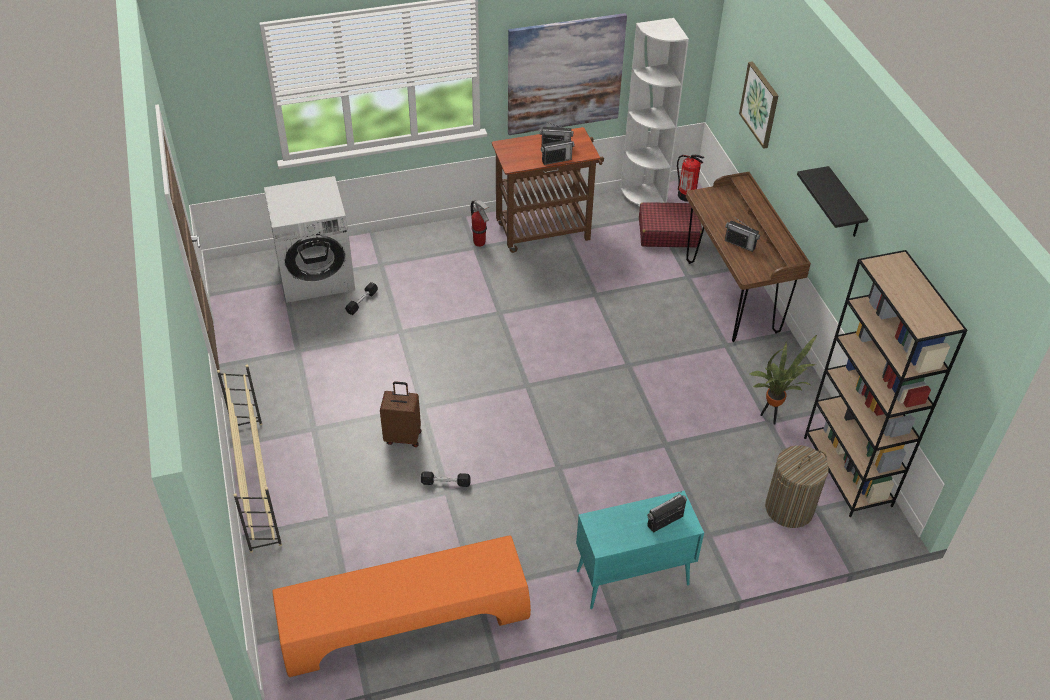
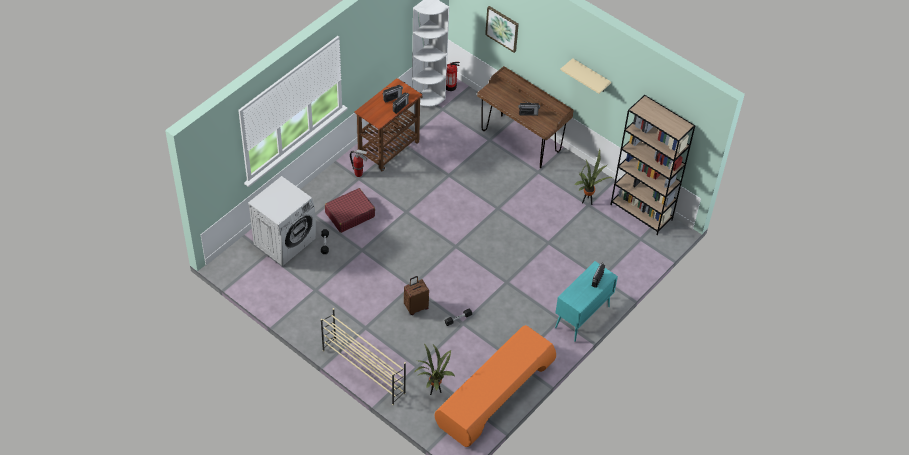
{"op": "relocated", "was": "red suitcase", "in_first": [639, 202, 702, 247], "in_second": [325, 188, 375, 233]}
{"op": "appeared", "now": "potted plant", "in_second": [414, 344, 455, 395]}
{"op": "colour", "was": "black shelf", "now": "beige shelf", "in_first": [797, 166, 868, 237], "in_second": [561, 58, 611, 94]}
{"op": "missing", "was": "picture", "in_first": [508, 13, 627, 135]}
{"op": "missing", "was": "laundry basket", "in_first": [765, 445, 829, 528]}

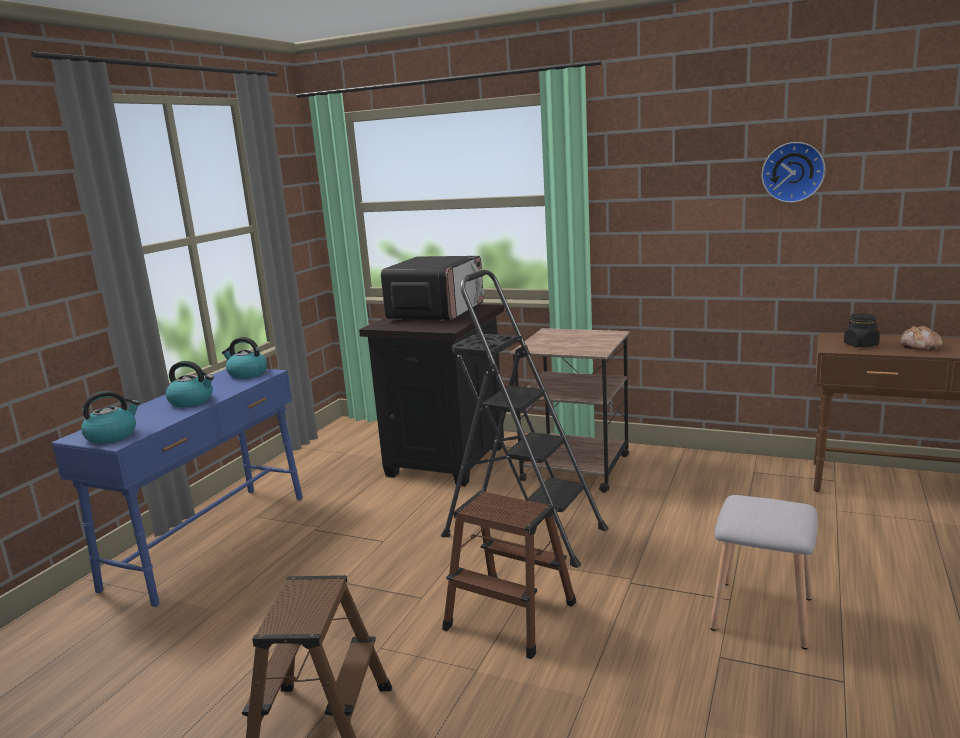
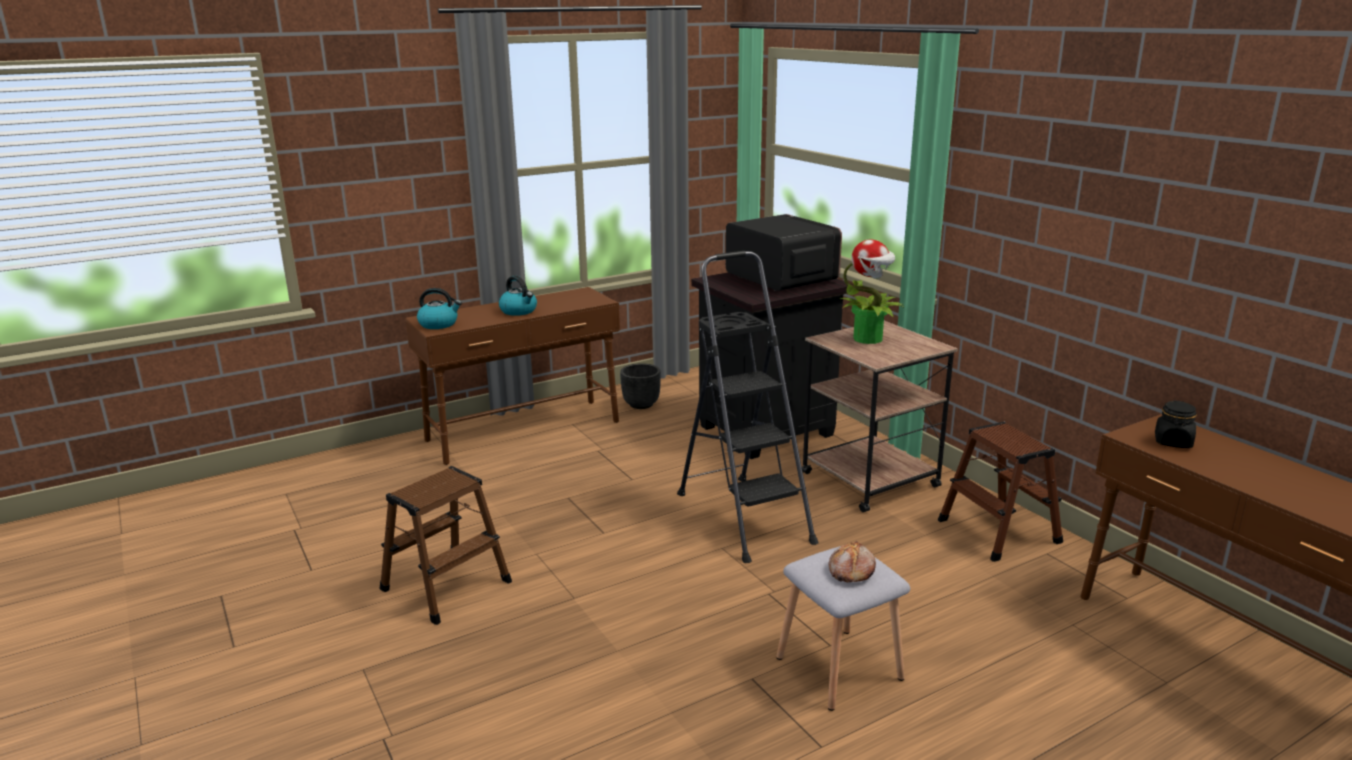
{"op": "colour", "was": "blue console table", "now": "brown console table", "in_first": [52, 369, 303, 607], "in_second": [405, 287, 620, 465]}
{"op": "appeared", "now": "black planter", "in_second": [620, 363, 661, 409]}
{"op": "spun", "was": "microwave", "in_first": [381, 256, 484, 321], "in_second": [726, 214, 842, 291], "clockwise": -90}
{"op": "relocated", "was": "bread", "in_first": [901, 325, 943, 351], "in_second": [828, 541, 876, 582]}
{"op": "appeared", "now": "potted plant", "in_second": [840, 239, 904, 344]}
{"op": "relocated", "was": "brown step ladder", "in_first": [442, 490, 576, 659], "in_second": [938, 422, 1063, 562]}
{"op": "missing", "was": "kettle", "in_first": [222, 337, 267, 379]}
{"op": "missing", "was": "wall clock", "in_first": [762, 142, 825, 203]}

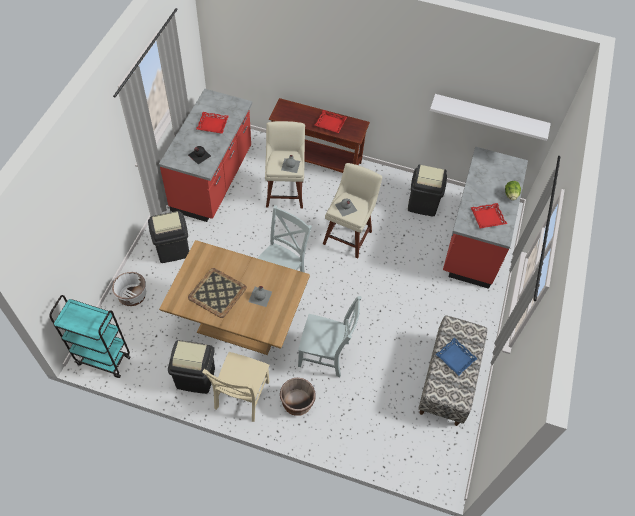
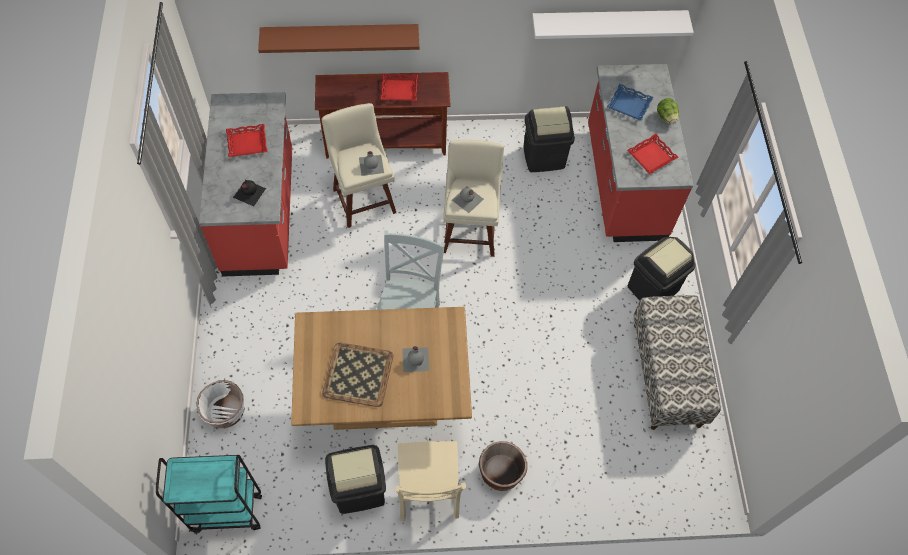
{"op": "appeared", "now": "brown shelf", "in_second": [258, 24, 420, 53]}
{"op": "relocated", "was": "blue tray", "in_first": [436, 337, 478, 376], "in_second": [607, 84, 654, 121]}
{"op": "relocated", "was": "black trash can", "in_first": [148, 211, 189, 263], "in_second": [628, 237, 696, 300]}
{"op": "missing", "was": "grey chair", "in_first": [298, 296, 361, 378]}

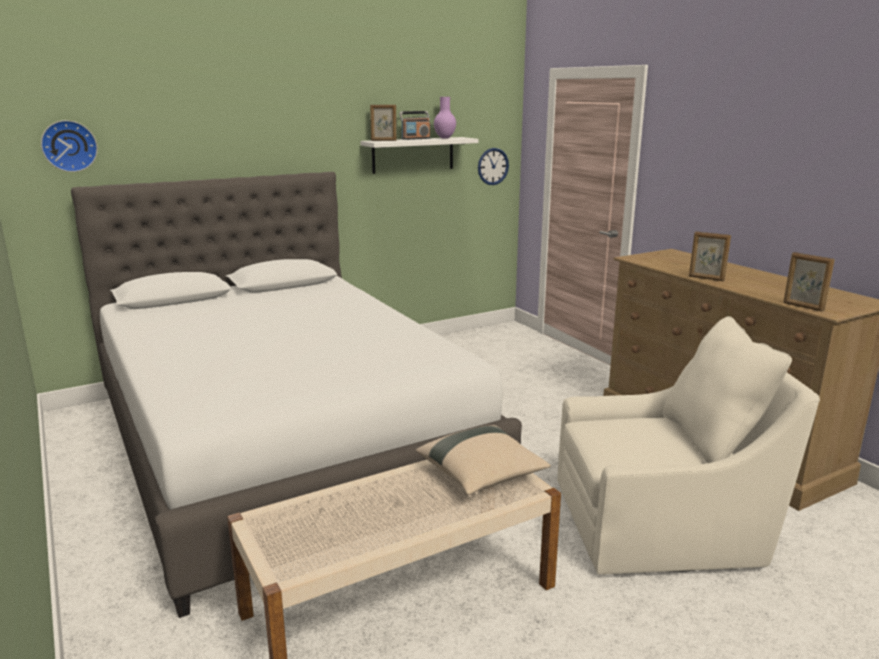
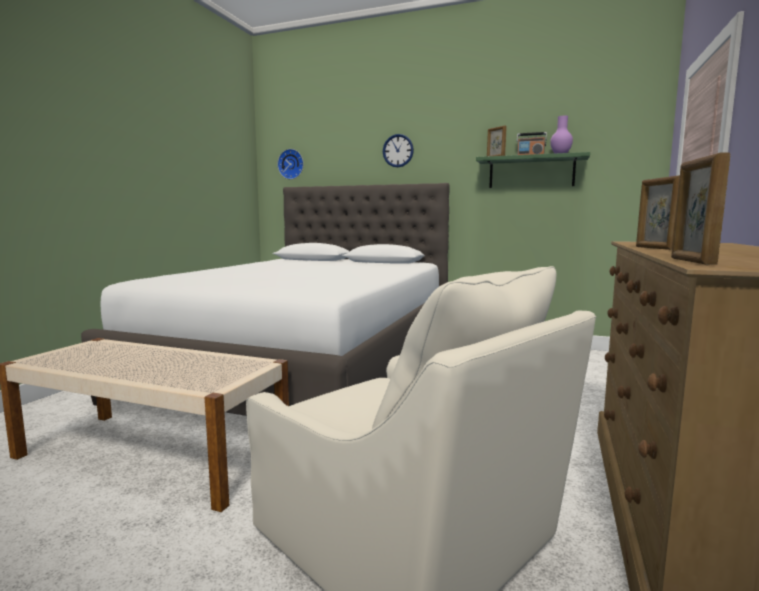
{"op": "relocated", "was": "wall clock", "in_first": [478, 148, 509, 185], "in_second": [383, 134, 414, 167]}
{"op": "colour", "was": "white shelf", "now": "green shelf", "in_first": [360, 137, 478, 174], "in_second": [476, 152, 590, 188]}
{"op": "missing", "was": "beige pillow", "in_first": [416, 425, 551, 495]}

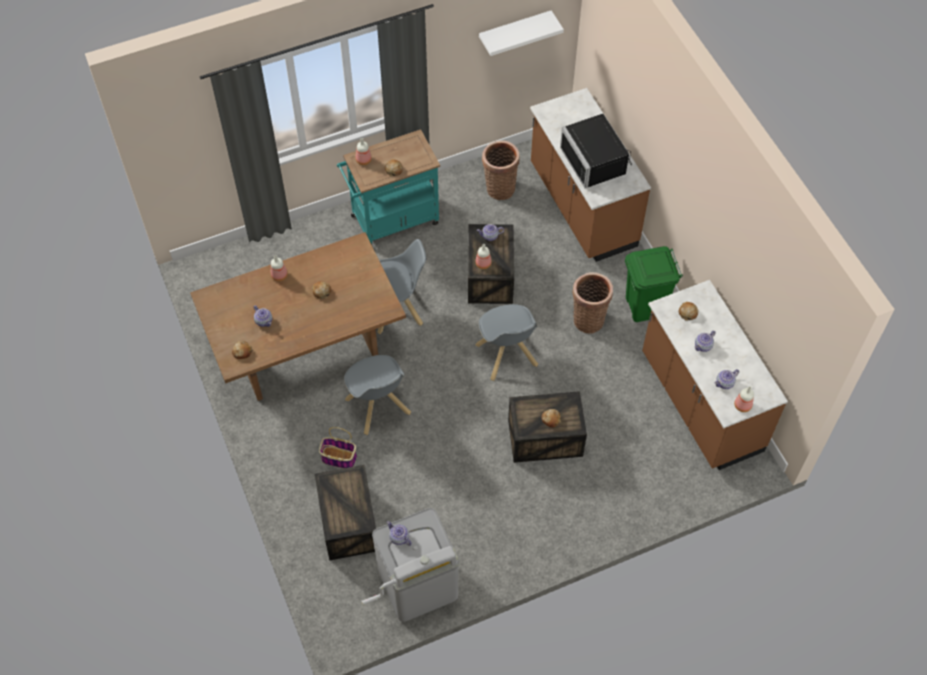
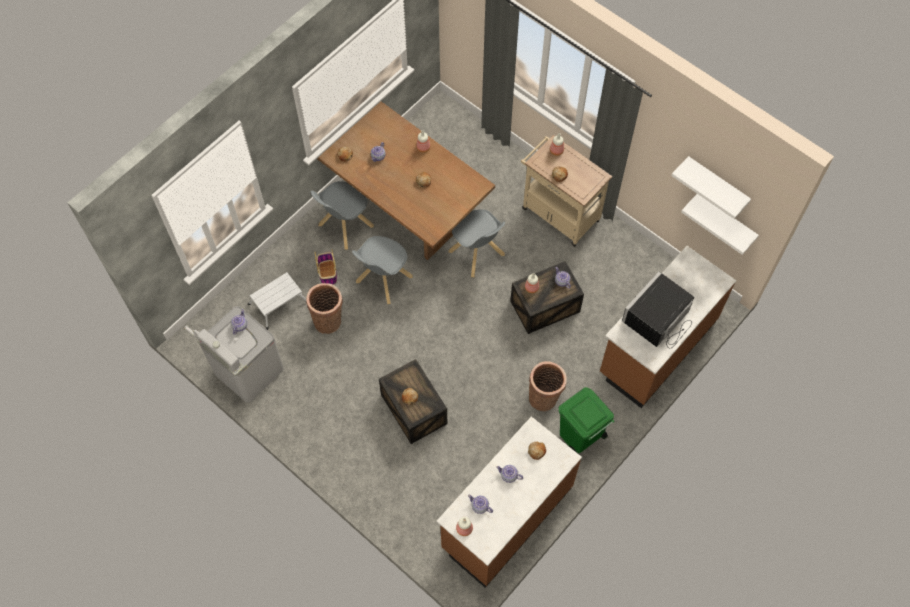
{"op": "exchanged", "was": "crate", "now": "white step ladder", "in_first": [315, 465, 376, 560], "in_second": [247, 272, 306, 330]}
{"op": "relocated", "was": "basket", "in_first": [482, 140, 520, 200], "in_second": [306, 283, 343, 334]}
{"op": "relocated", "was": "grey chair", "in_first": [475, 304, 538, 381], "in_second": [310, 181, 374, 250]}
{"op": "colour", "was": "turquoise cart", "now": "beige cart", "in_first": [337, 129, 440, 245], "in_second": [521, 135, 613, 247]}
{"op": "appeared", "now": "white shelf", "in_second": [681, 194, 759, 255]}

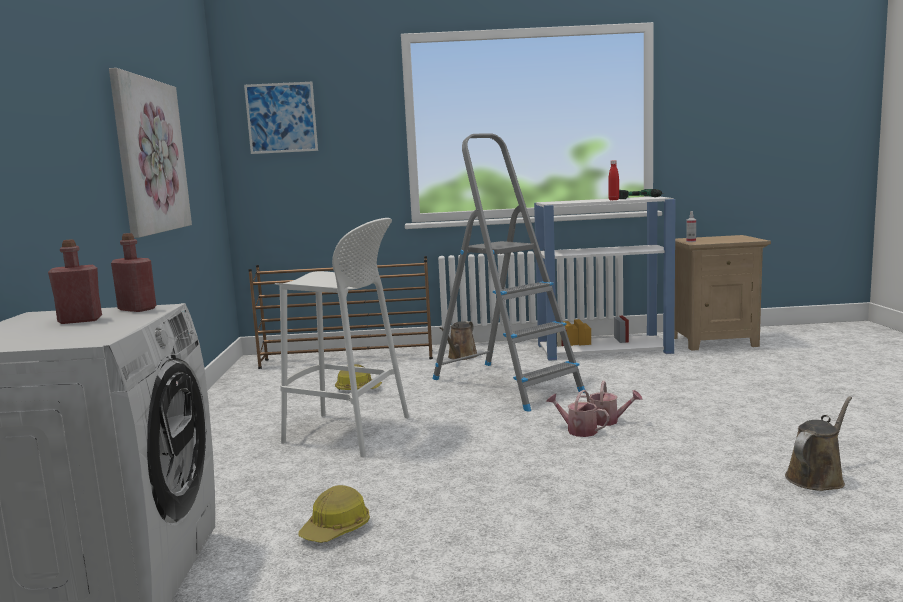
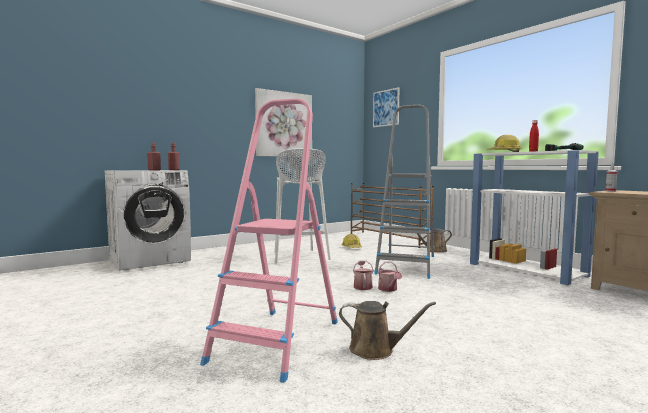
{"op": "appeared", "now": "pink step ladder", "in_second": [200, 98, 338, 383]}
{"op": "relocated", "was": "hard hat", "in_first": [298, 485, 370, 543], "in_second": [488, 135, 522, 152]}

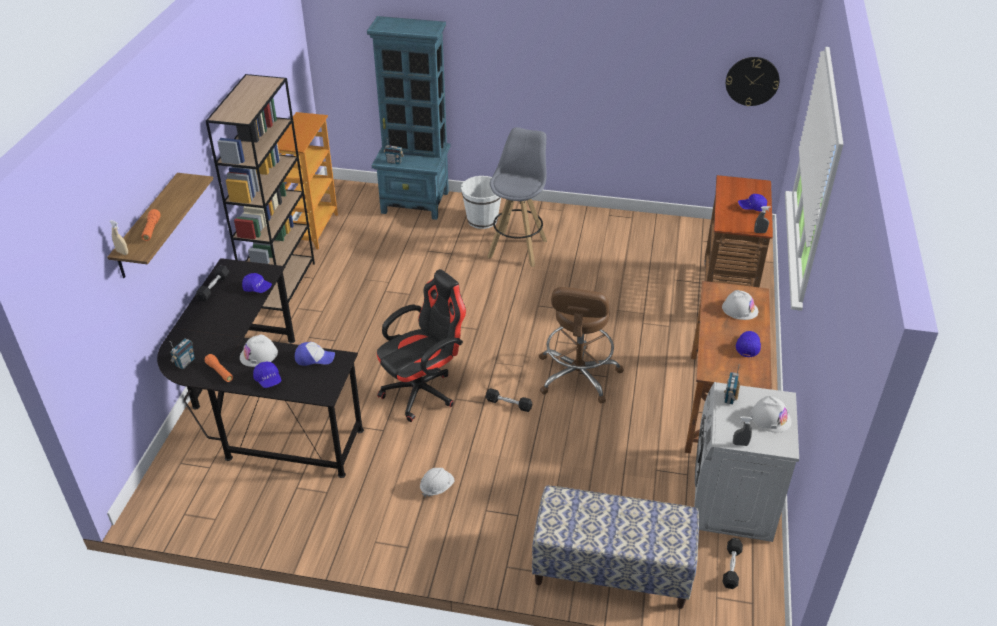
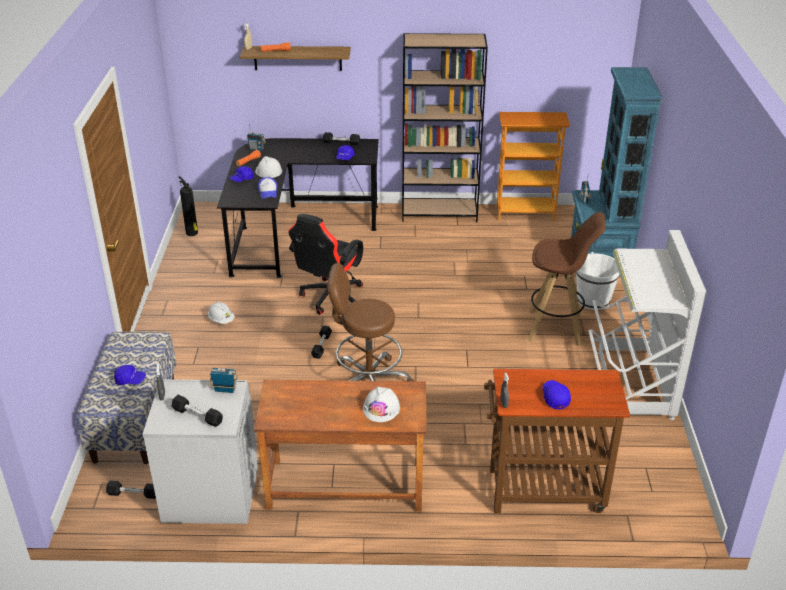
{"op": "relocated", "was": "blue cap", "in_first": [736, 331, 761, 357], "in_second": [114, 365, 146, 385]}
{"op": "exchanged", "was": "white hard hat", "now": "black dumbbell", "in_first": [750, 396, 791, 433], "in_second": [171, 395, 223, 427]}
{"op": "appeared", "now": "fire extinguisher", "in_second": [178, 176, 198, 236]}
{"op": "spun", "was": "black office chair", "in_first": [377, 269, 466, 422], "in_second": [288, 214, 363, 315], "clockwise": 75}
{"op": "colour", "was": "grey stool", "now": "brown stool", "in_first": [487, 127, 547, 267], "in_second": [528, 212, 606, 346]}
{"op": "appeared", "now": "white shoe rack", "in_second": [588, 230, 706, 420]}
{"op": "missing", "was": "wall clock", "in_first": [726, 57, 780, 106]}

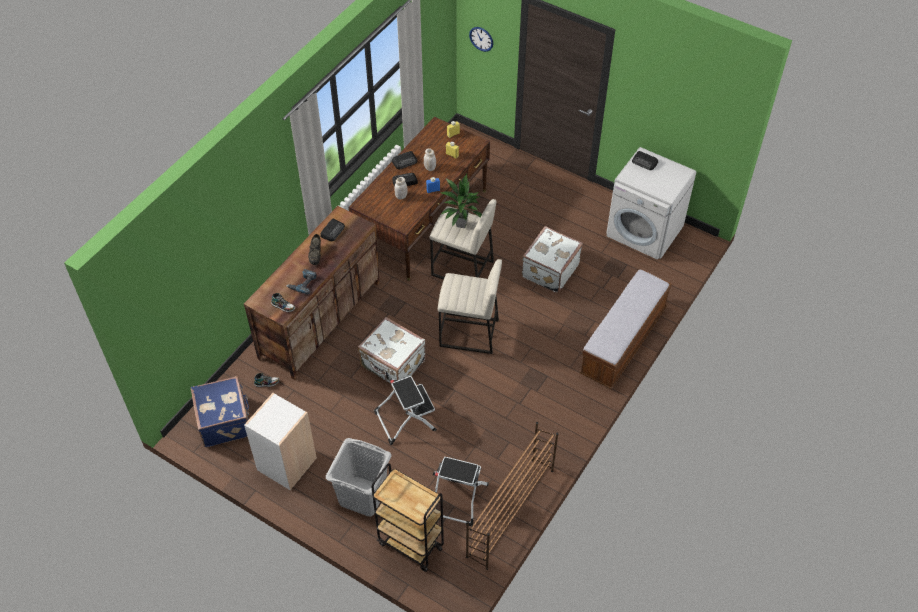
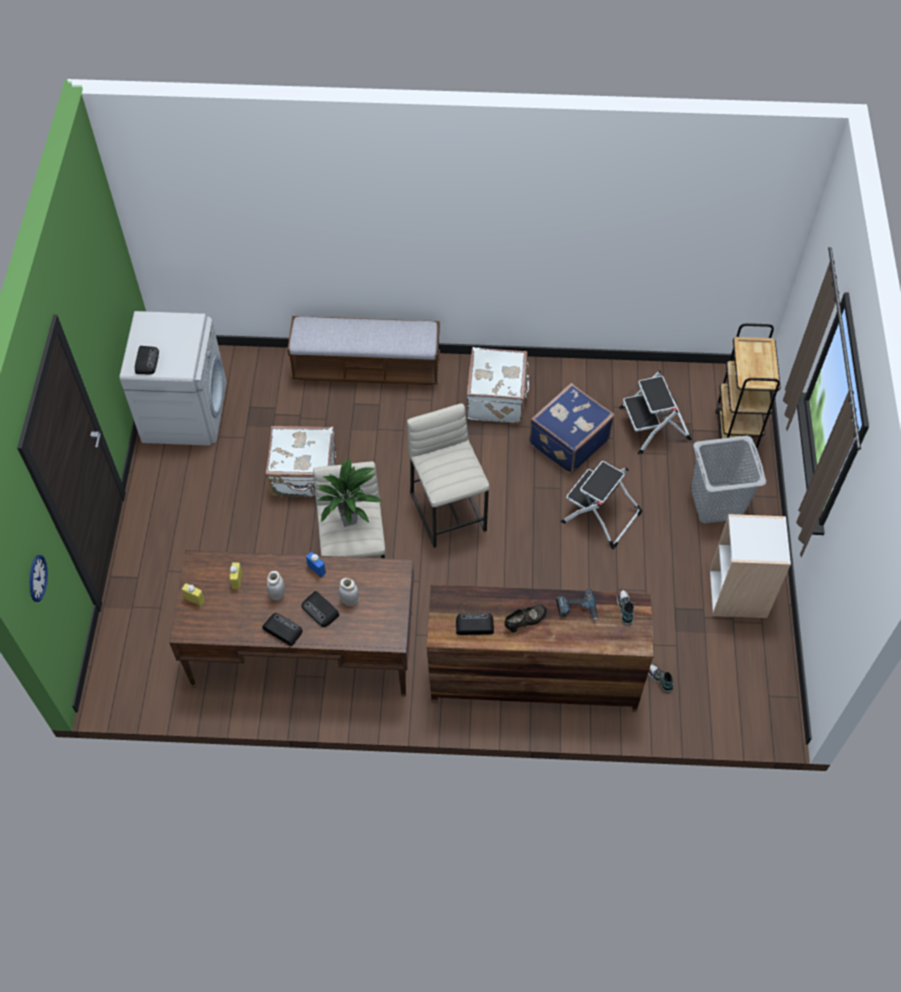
{"op": "relocated", "was": "white suitcase", "in_first": [358, 317, 426, 384], "in_second": [466, 347, 531, 423]}
{"op": "relocated", "was": "blue suitcase", "in_first": [191, 376, 249, 447], "in_second": [529, 383, 615, 474]}
{"op": "missing", "was": "brown shoe rack", "in_first": [466, 422, 558, 570]}

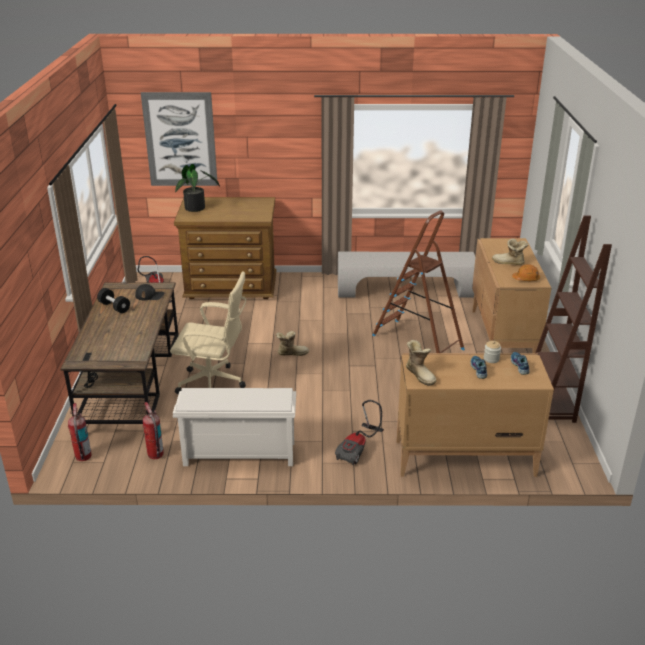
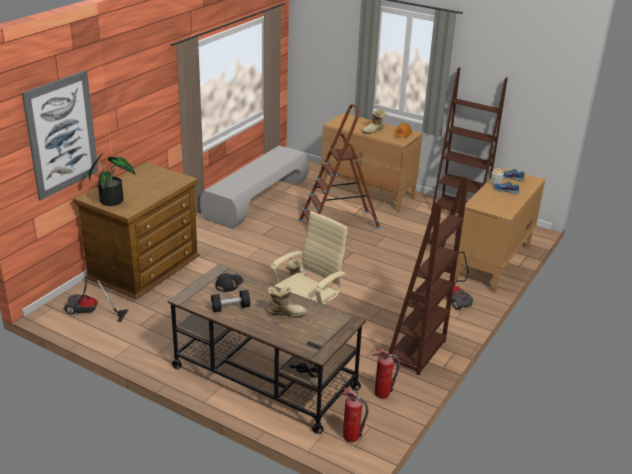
{"op": "relocated", "was": "boot", "in_first": [406, 340, 437, 386], "in_second": [267, 287, 307, 318]}
{"op": "exchanged", "was": "white shoe rack", "now": "brown bookcase", "in_first": [173, 388, 296, 466], "in_second": [389, 176, 469, 375]}

